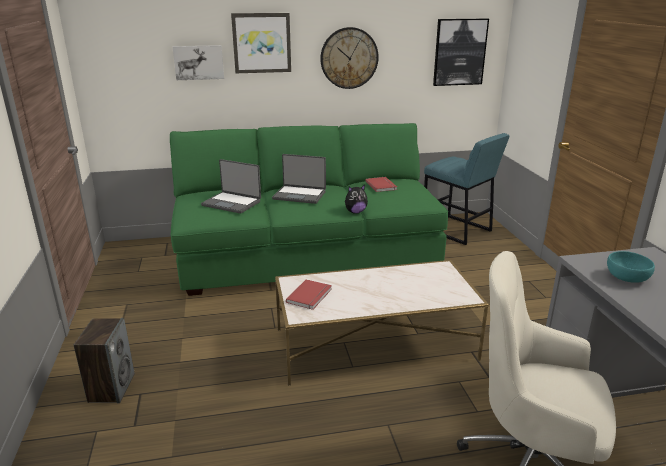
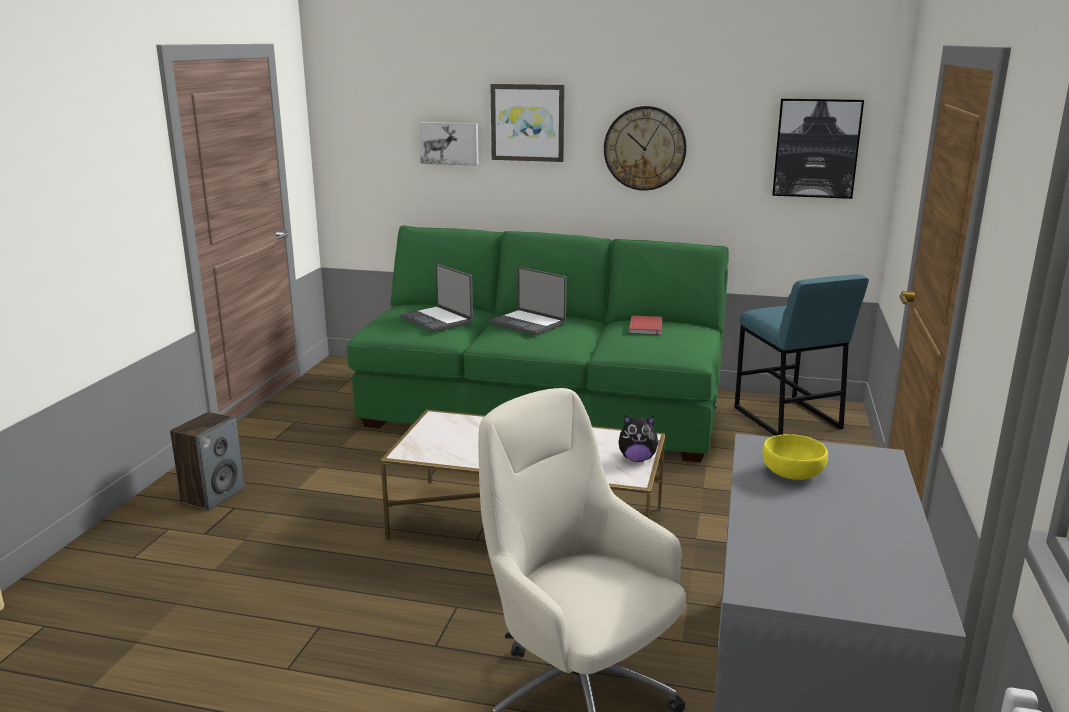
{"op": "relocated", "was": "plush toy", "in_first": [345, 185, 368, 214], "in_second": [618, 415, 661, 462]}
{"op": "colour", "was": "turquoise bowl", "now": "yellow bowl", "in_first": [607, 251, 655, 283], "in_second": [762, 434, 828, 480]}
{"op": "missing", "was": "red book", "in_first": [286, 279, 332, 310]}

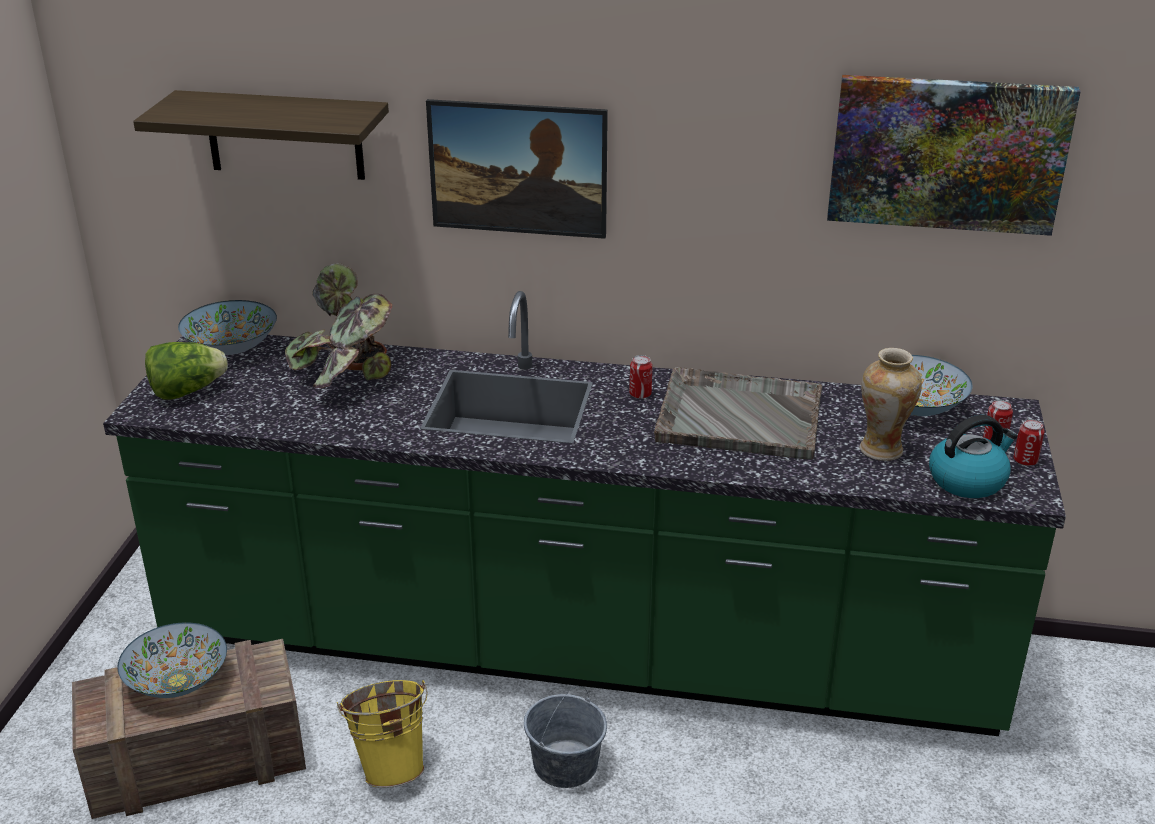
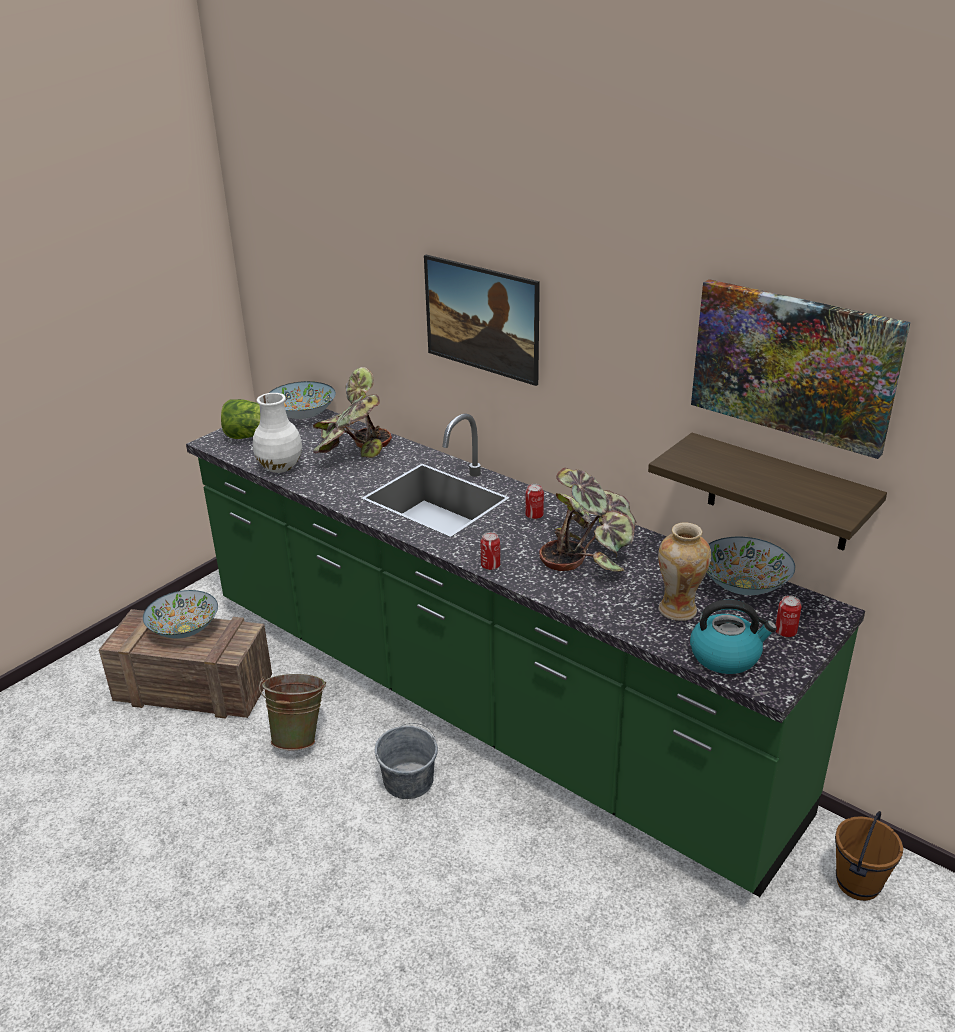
{"op": "appeared", "now": "white vase", "in_second": [253, 393, 302, 473]}
{"op": "colour", "was": "yellow bucket", "now": "green bucket", "in_first": [337, 680, 428, 788], "in_second": [259, 674, 326, 751]}
{"op": "relocated", "was": "can", "in_first": [1013, 419, 1045, 466], "in_second": [481, 532, 500, 570]}
{"op": "exchanged", "was": "grey tray", "now": "potted plant", "in_first": [654, 367, 822, 459], "in_second": [539, 468, 637, 571]}
{"op": "relocated", "was": "shelf", "in_first": [133, 90, 389, 180], "in_second": [648, 433, 887, 551]}
{"op": "appeared", "now": "brown bucket", "in_second": [835, 811, 903, 901]}

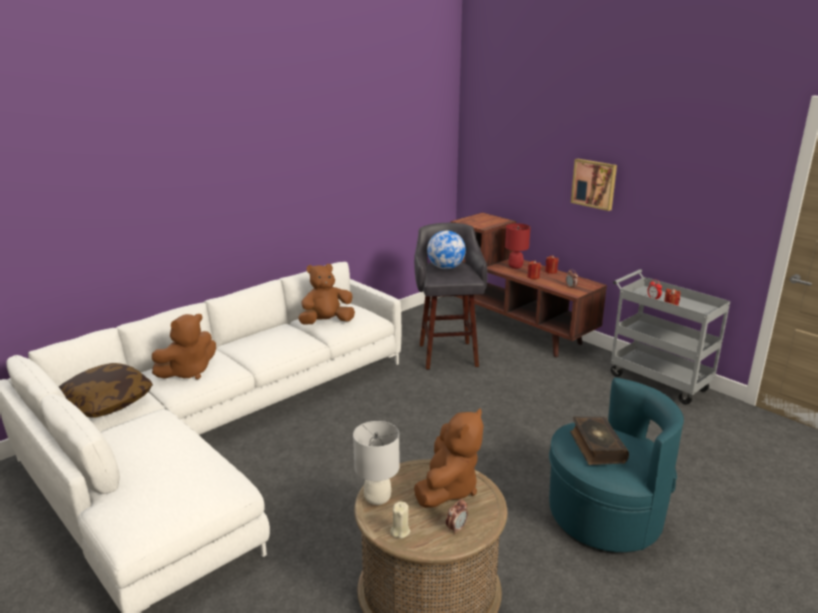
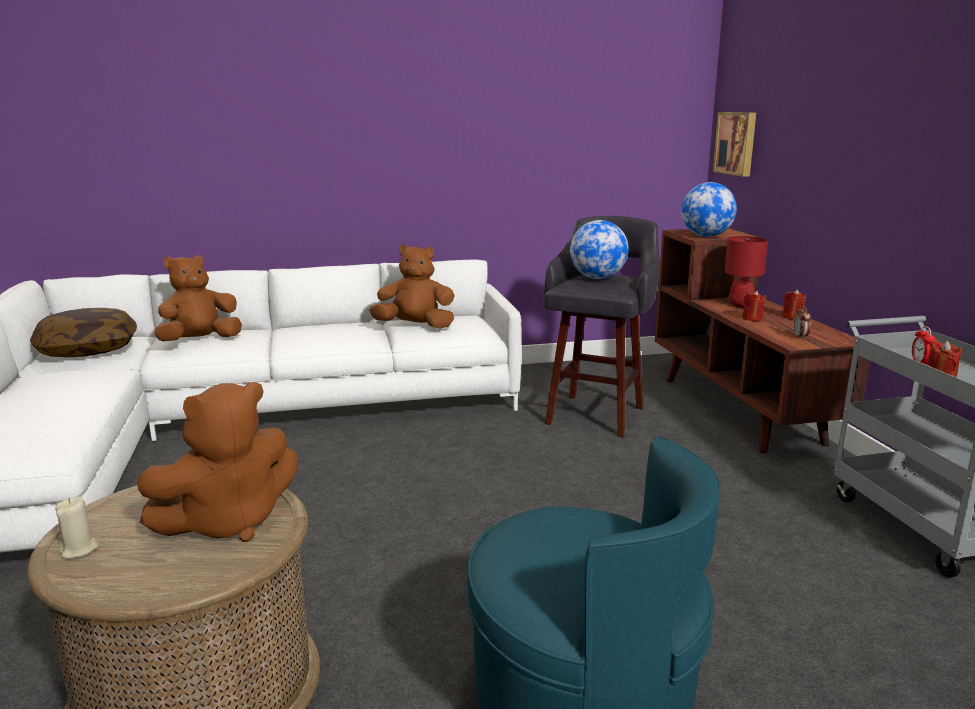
{"op": "spun", "was": "brown plush toy", "in_first": [152, 314, 216, 380], "in_second": [154, 255, 242, 341], "clockwise": 150}
{"op": "appeared", "now": "globe", "in_second": [681, 182, 737, 237]}
{"op": "relocated", "was": "picture", "in_first": [571, 159, 617, 211], "in_second": [713, 112, 756, 177]}
{"op": "missing", "was": "grey table lamp", "in_first": [353, 421, 399, 505]}
{"op": "missing", "was": "alarm clock", "in_first": [446, 499, 468, 534]}
{"op": "missing", "was": "book", "in_first": [570, 417, 629, 465]}

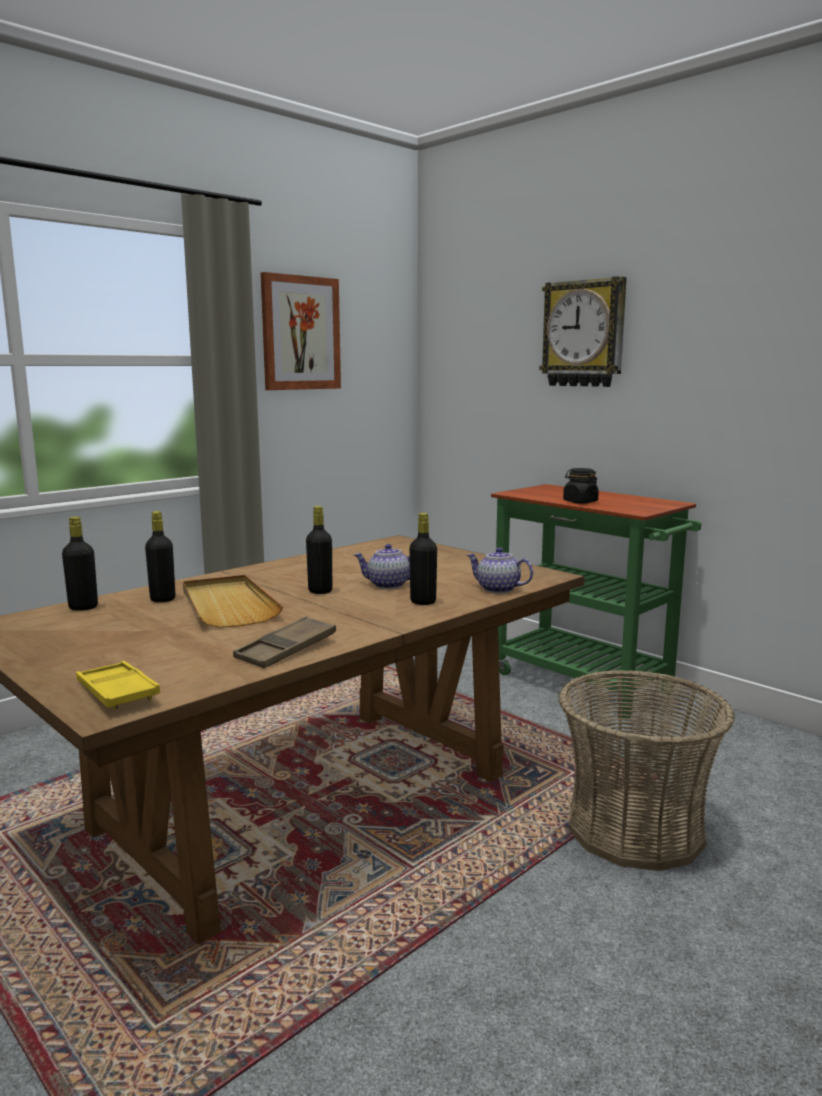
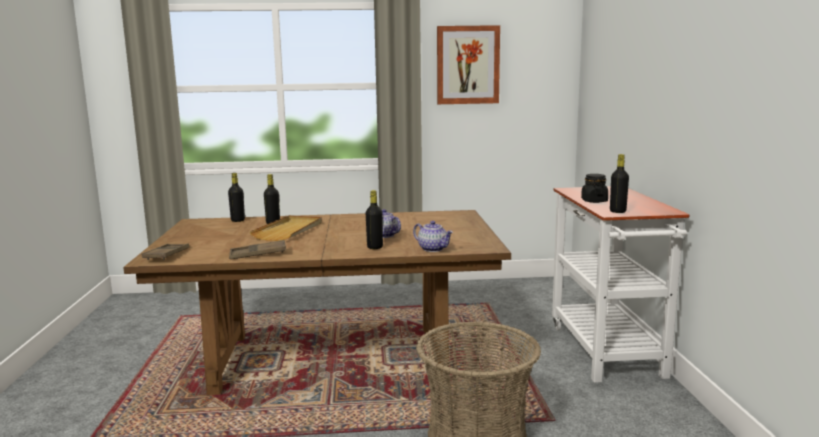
{"op": "colour", "was": "yellow tray", "now": "brown tray", "in_first": [76, 661, 160, 709], "in_second": [142, 243, 189, 260]}
{"op": "spun", "was": "teapot", "in_first": [467, 547, 533, 593], "in_second": [413, 221, 453, 252], "clockwise": 150}
{"op": "colour", "was": "green cart", "now": "white cart", "in_first": [491, 484, 701, 718], "in_second": [552, 186, 689, 383]}
{"op": "relocated", "was": "black bottle", "in_first": [306, 506, 332, 594], "in_second": [610, 154, 629, 213]}
{"op": "missing", "was": "wall clock", "in_first": [539, 276, 627, 387]}

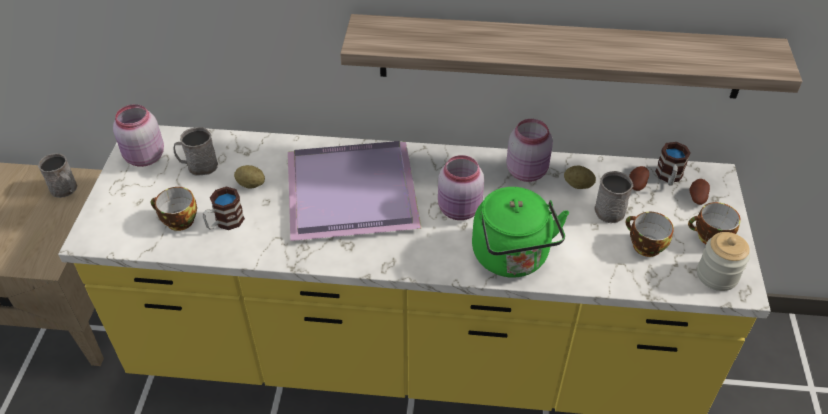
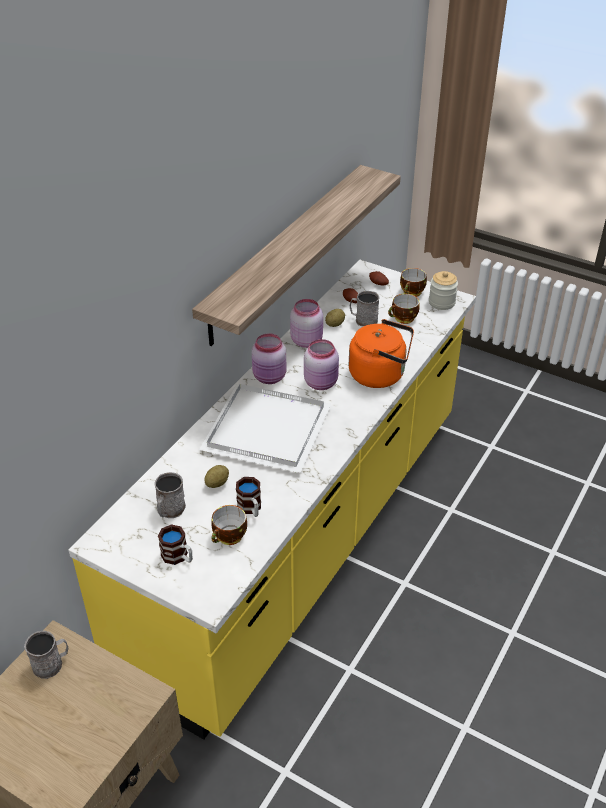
{"op": "relocated", "was": "mug", "in_first": [655, 142, 691, 186], "in_second": [158, 524, 193, 565]}
{"op": "colour", "was": "purple tray", "now": "white tray", "in_first": [288, 141, 422, 241], "in_second": [199, 384, 331, 473]}
{"op": "relocated", "was": "pink jar", "in_first": [113, 104, 164, 167], "in_second": [252, 333, 286, 384]}
{"op": "colour", "was": "green kettle", "now": "orange kettle", "in_first": [472, 187, 569, 277], "in_second": [349, 319, 414, 388]}

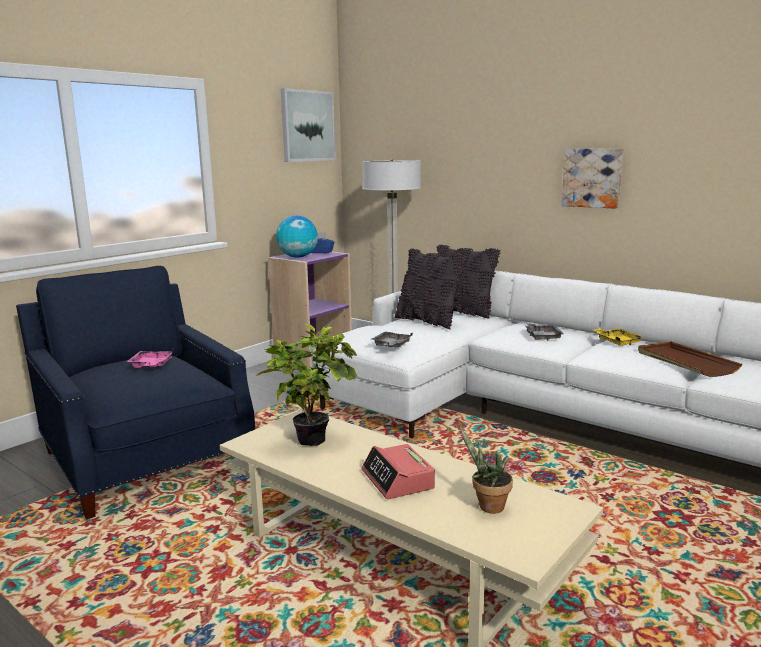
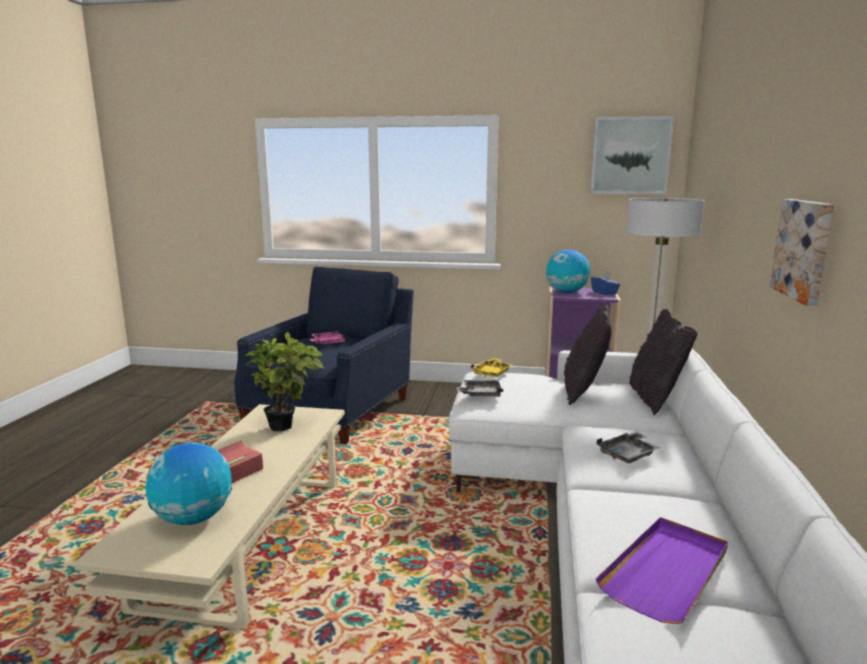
{"op": "exchanged", "was": "potted plant", "now": "globe", "in_first": [459, 427, 513, 514], "in_second": [146, 442, 232, 525]}
{"op": "relocated", "was": "yellow tray", "in_first": [594, 328, 643, 346], "in_second": [471, 358, 513, 377]}
{"op": "colour", "was": "brown tray", "now": "purple tray", "in_first": [638, 341, 742, 377], "in_second": [595, 517, 728, 624]}

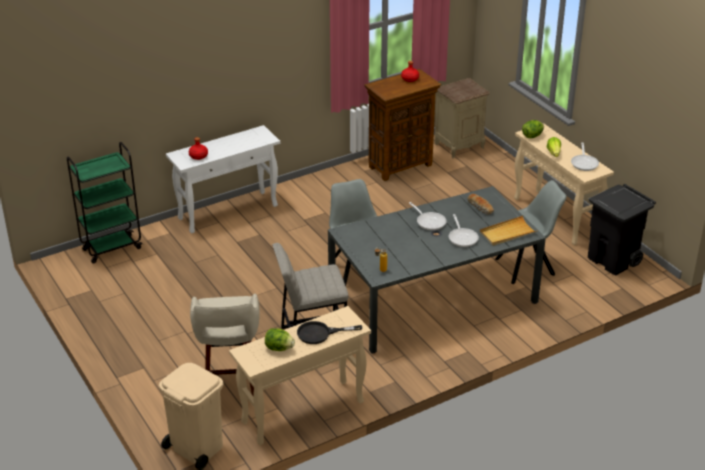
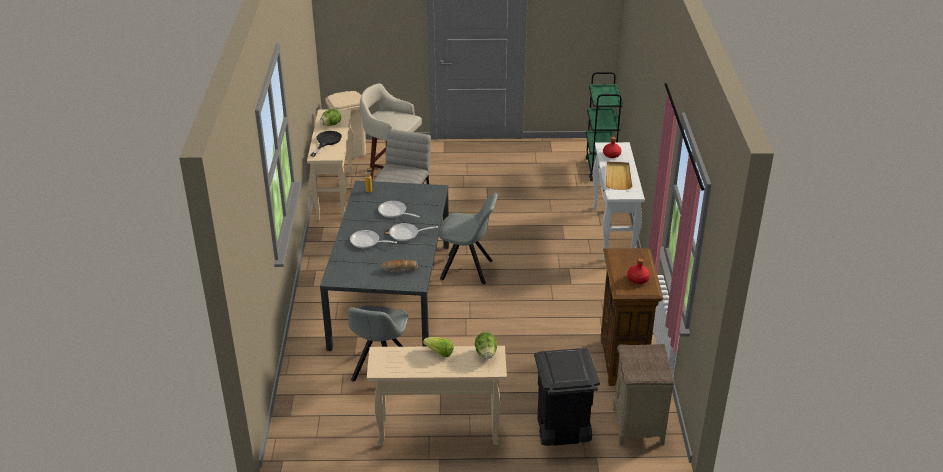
{"op": "relocated", "was": "frying pan", "in_first": [571, 143, 599, 171], "in_second": [378, 201, 420, 218]}
{"op": "relocated", "was": "black trash can", "in_first": [588, 184, 656, 275], "in_second": [534, 348, 600, 446]}
{"op": "relocated", "was": "beige tray", "in_first": [480, 216, 538, 246], "in_second": [606, 162, 632, 190]}

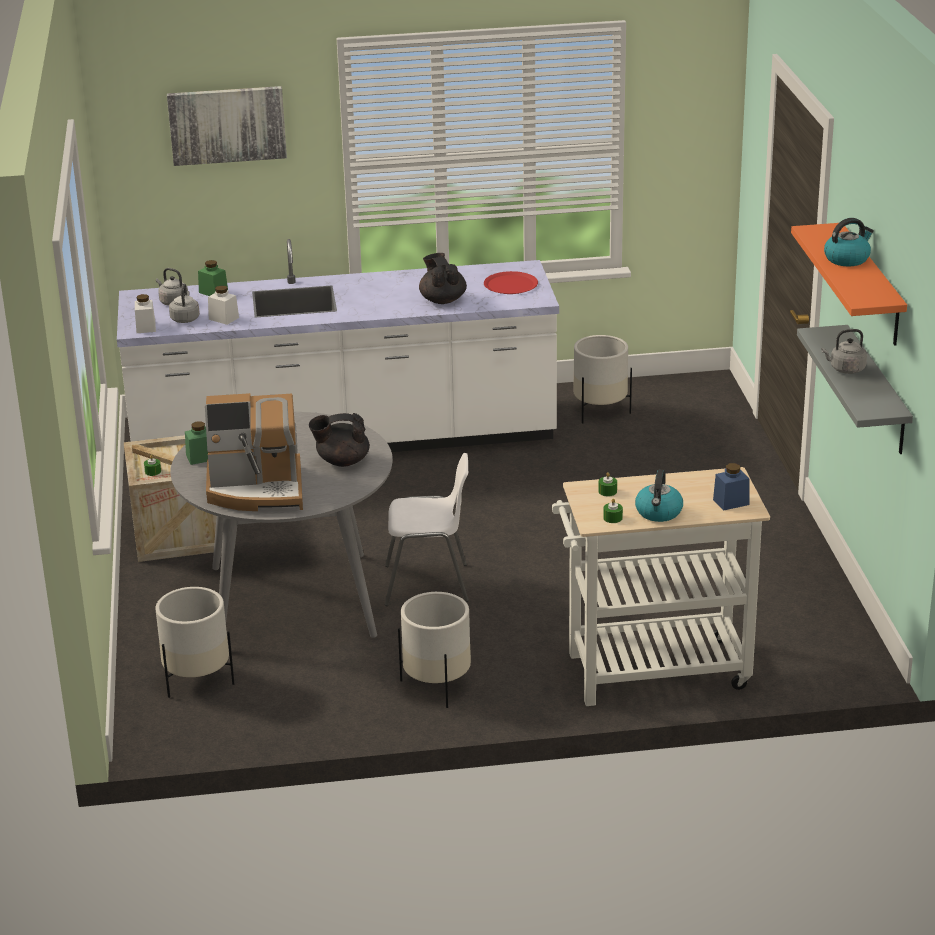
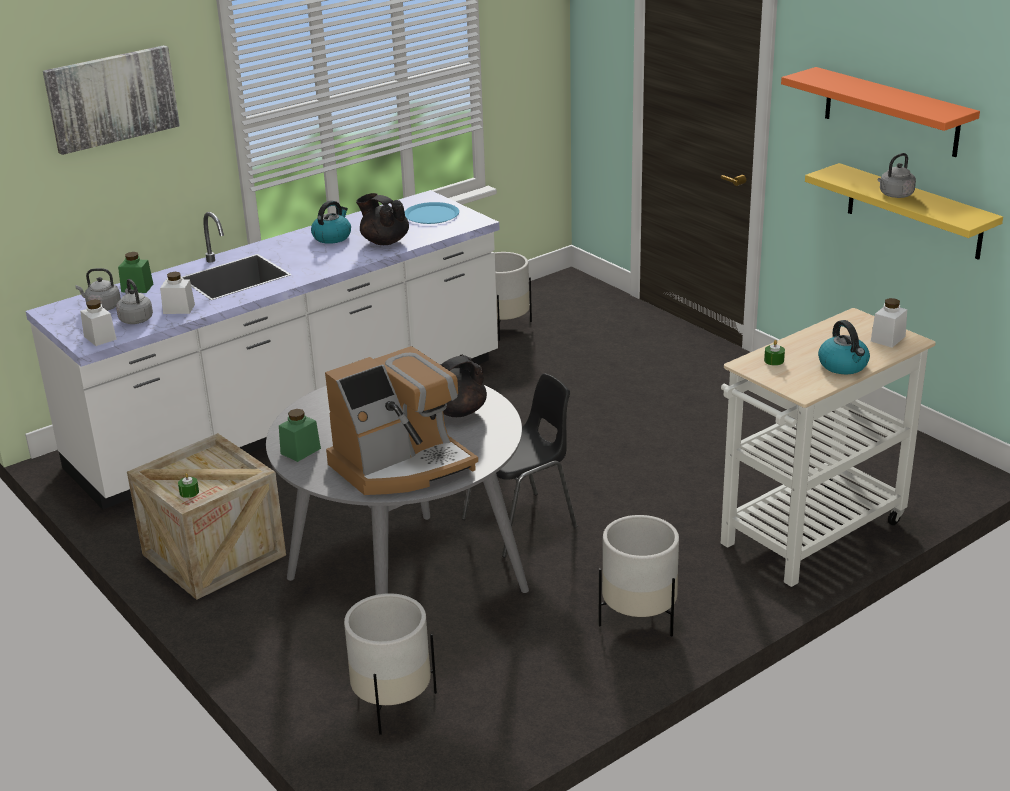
{"op": "relocated", "was": "kettle", "in_first": [824, 218, 874, 267], "in_second": [311, 200, 351, 244]}
{"op": "colour", "was": "red plate", "now": "blue plate", "in_first": [484, 271, 538, 294], "in_second": [405, 202, 459, 224]}
{"op": "colour", "was": "white chair", "now": "black chair", "in_first": [385, 453, 469, 606], "in_second": [462, 373, 577, 558]}
{"op": "colour", "was": "grey shelf", "now": "yellow shelf", "in_first": [797, 325, 913, 454], "in_second": [805, 163, 1003, 260]}
{"op": "colour", "was": "blue jar", "now": "white jar", "in_first": [713, 463, 750, 511], "in_second": [871, 298, 907, 348]}
{"op": "missing", "was": "green candle", "in_first": [603, 498, 623, 523]}

